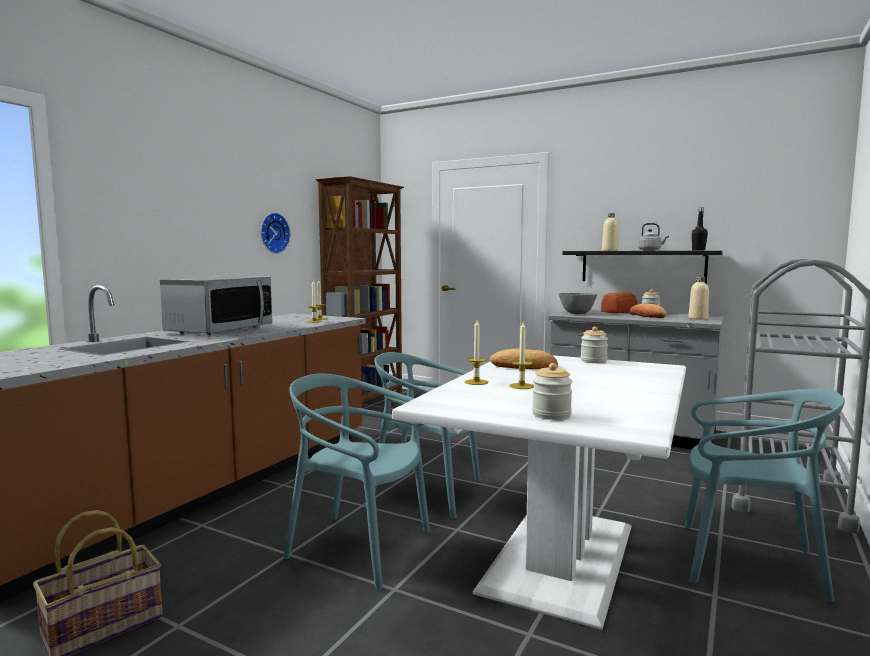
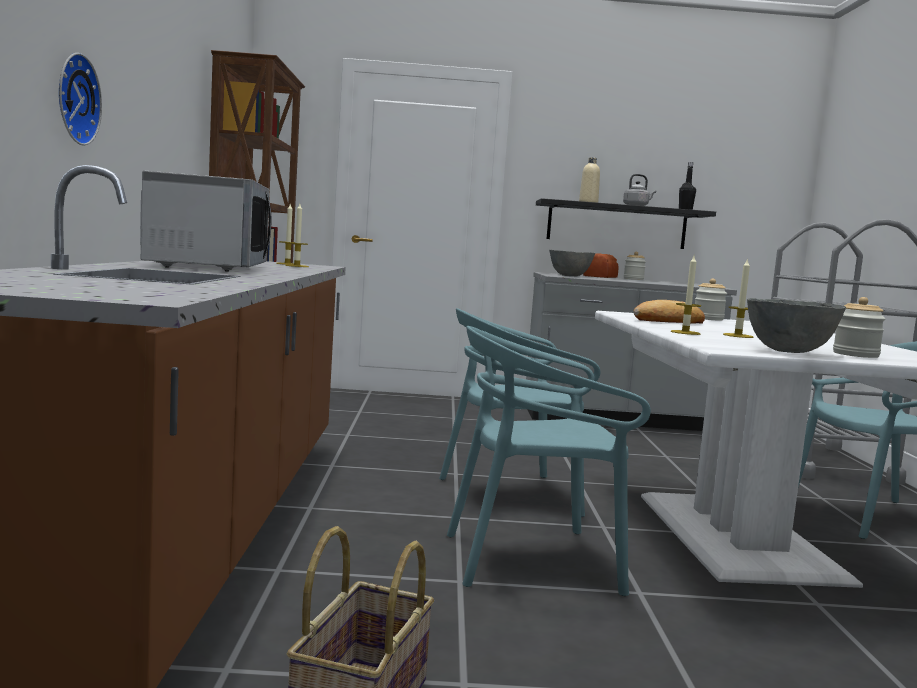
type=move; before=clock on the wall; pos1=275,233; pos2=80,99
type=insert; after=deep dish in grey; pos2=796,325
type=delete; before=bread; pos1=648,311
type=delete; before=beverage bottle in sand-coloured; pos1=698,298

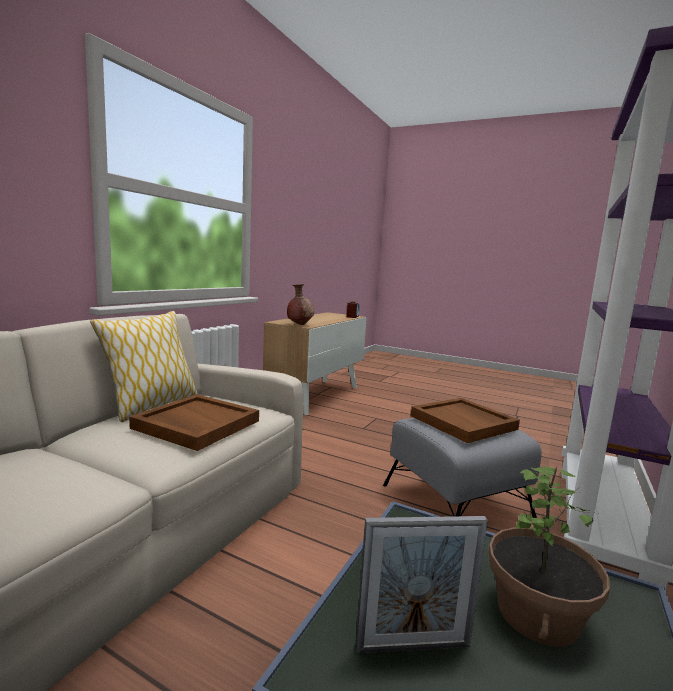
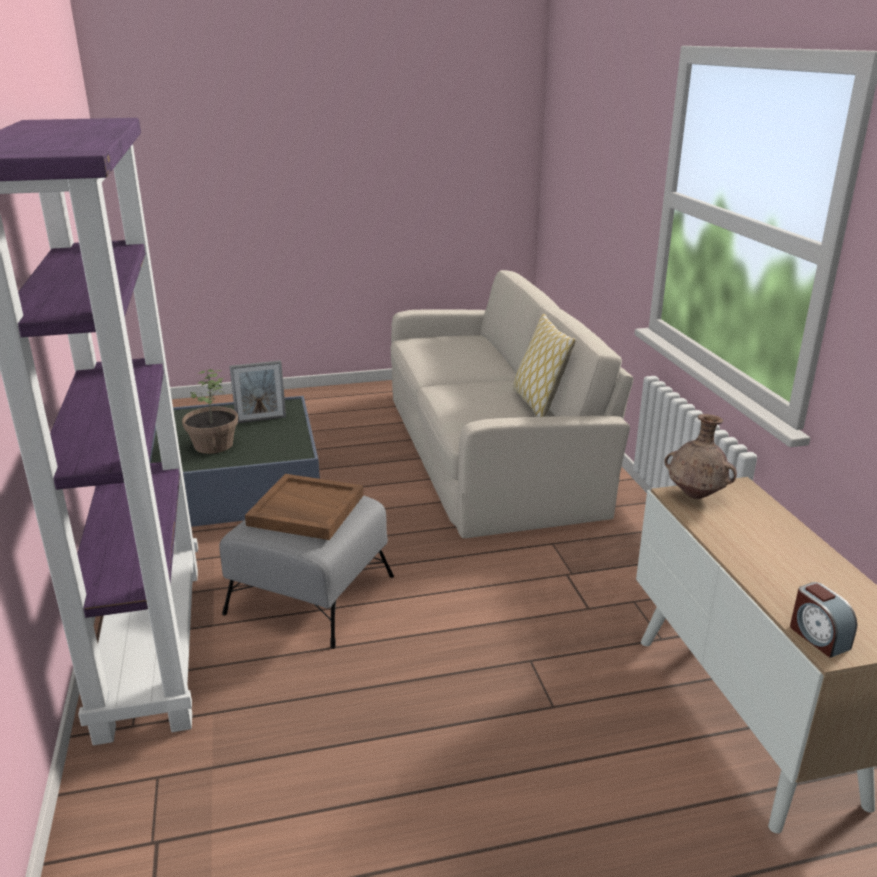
type=rotate; before=standing frame; pos1=421,584; pos2=257,391; turn=-150
type=delete; before=tray in brownish; pos1=194,422

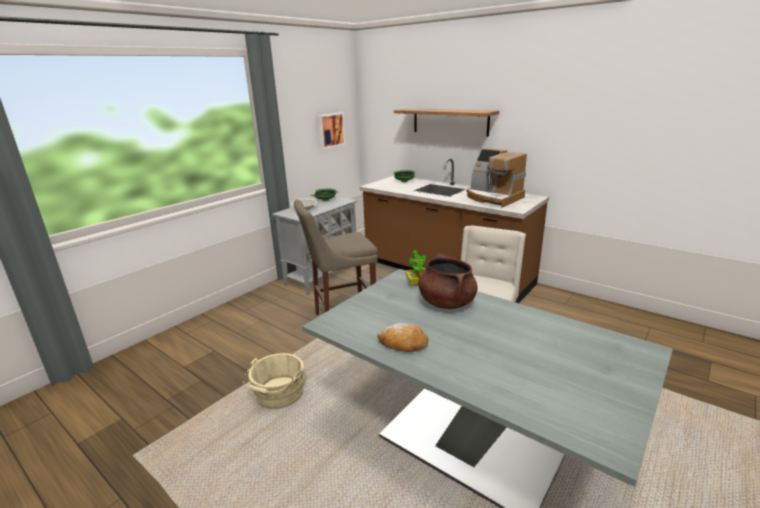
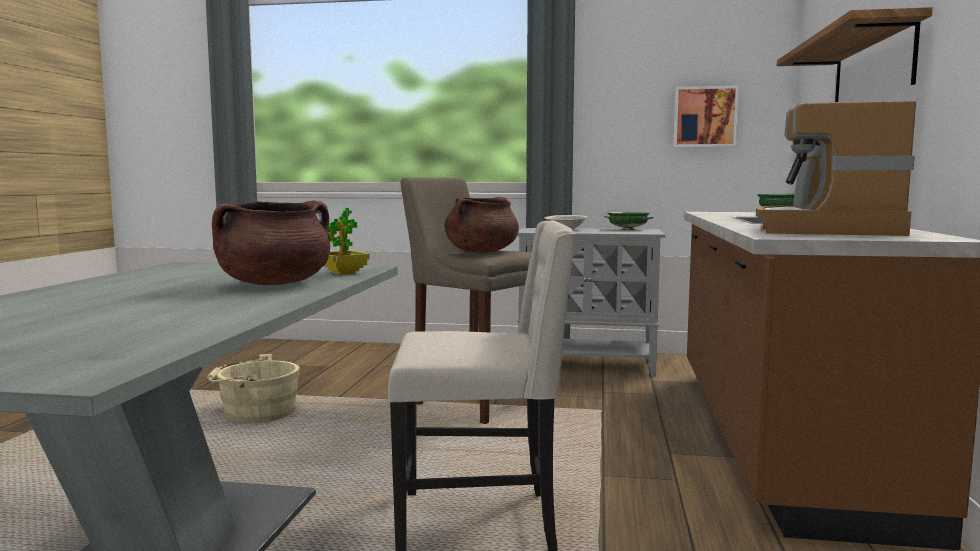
type=insert; after=stockpot in brownish; pos2=482,225
type=delete; before=bread; pos1=402,337

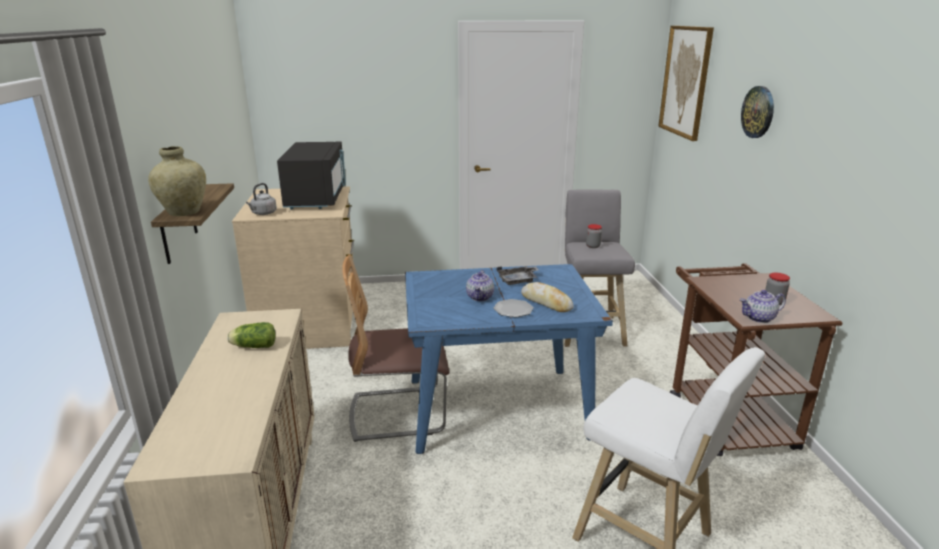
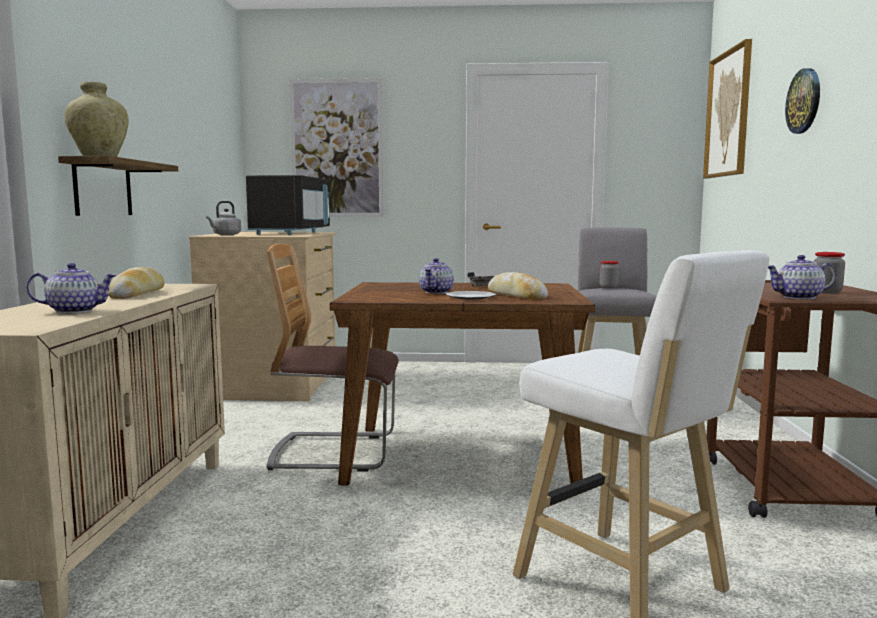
type=insert; after=tea pot; pos2=71,288
type=replace; before=lettuce head; after=bread; pos1=251,335; pos2=136,283
type=insert; after=wall picture; pos2=336,147
type=recolor; before=dinner table in blue; after=dinner table in brownish; pos1=509,359; pos2=462,384

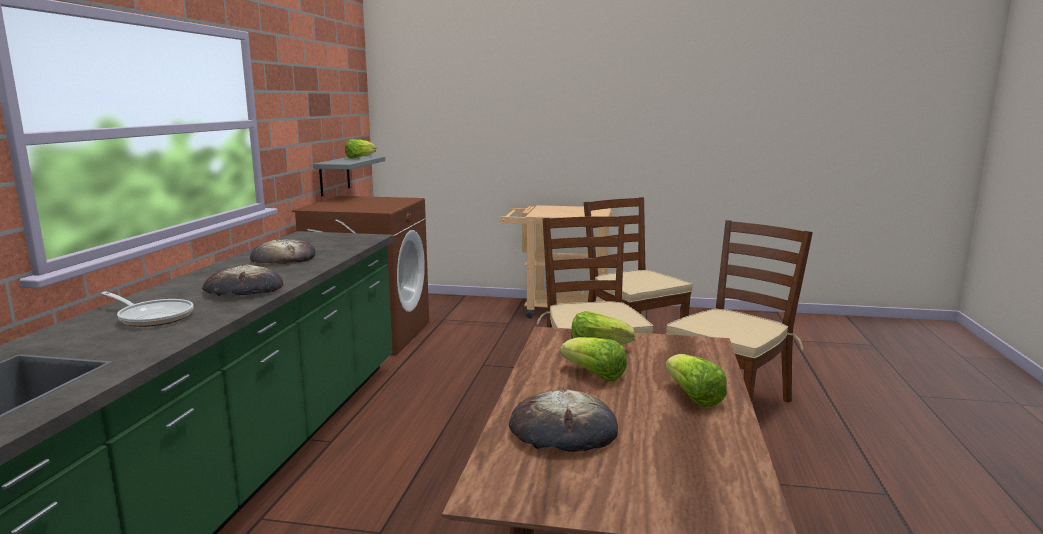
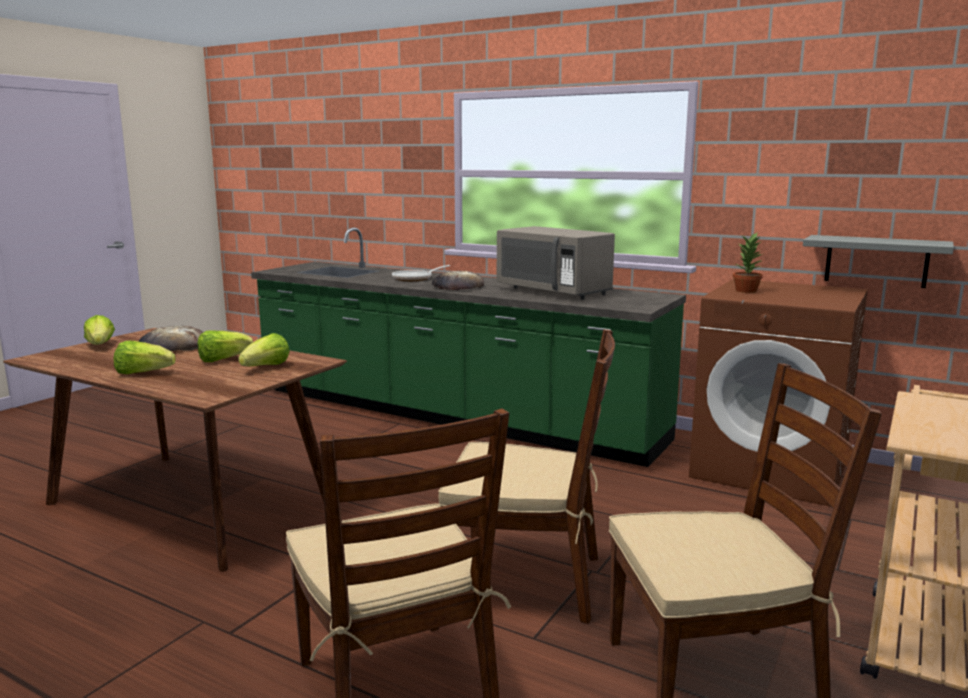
type=move; before=lettuce head; pos1=360,148; pos2=99,330
type=replace; before=bread; after=kitchen microwave in grey; pos1=283,251; pos2=556,262
type=insert; after=houseplant; pos2=748,263

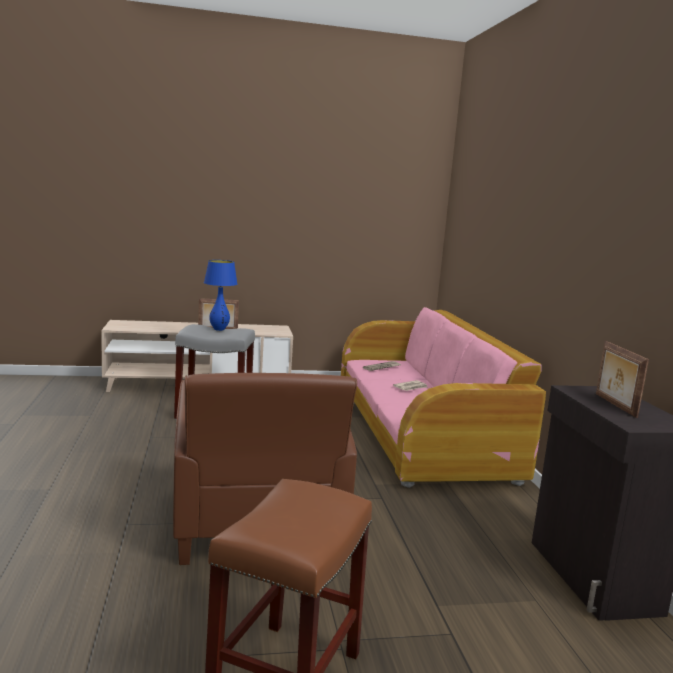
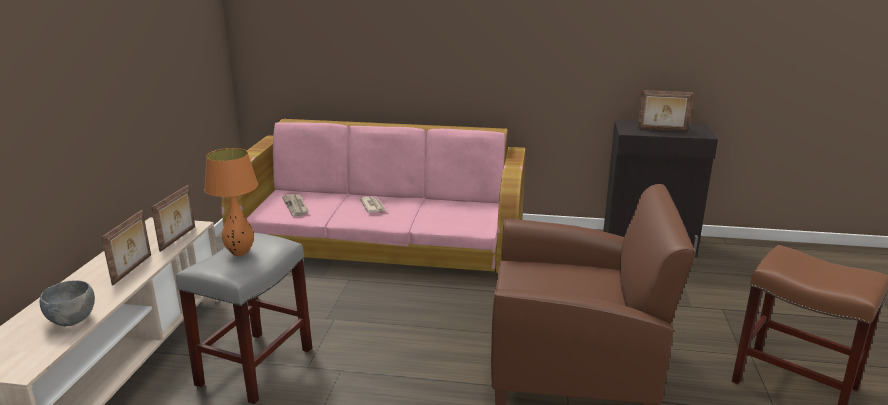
type=insert; after=deep dish in grey; pos2=67,303
type=insert; after=standing frame; pos2=173,218
type=recolor; before=tabletop lamp in blue; after=tabletop lamp in orangey; pos1=220,295; pos2=231,202

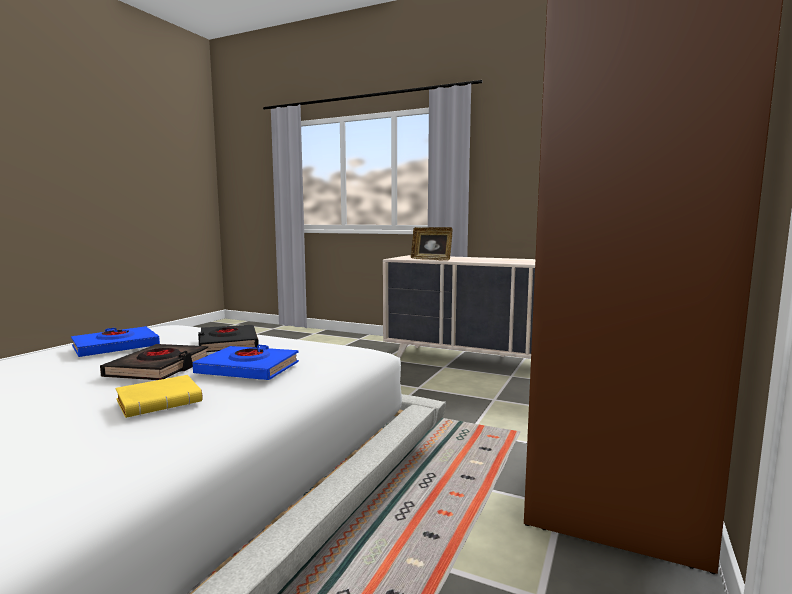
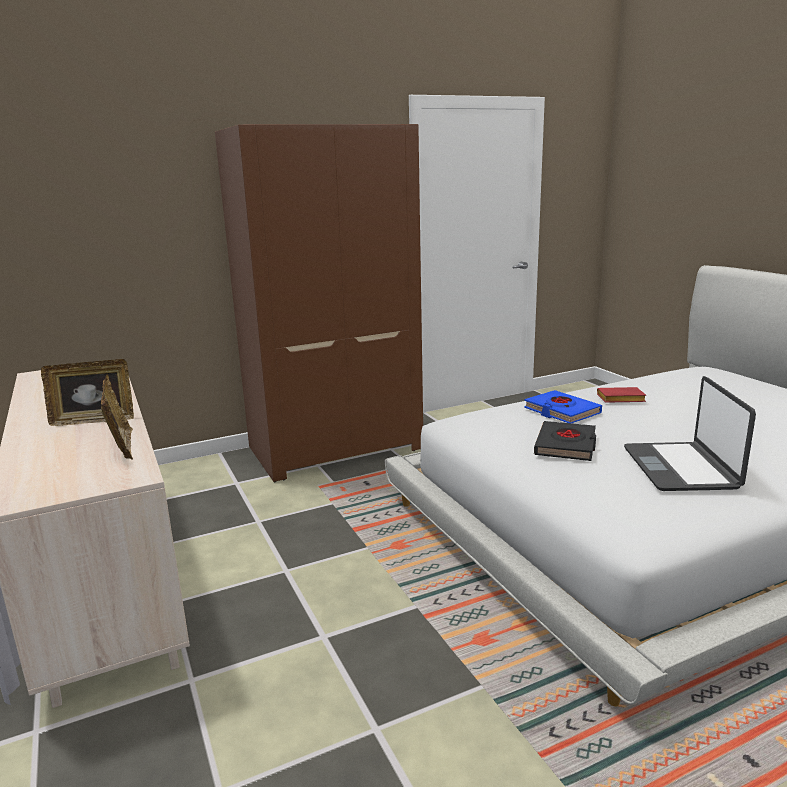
type=insert; after=standing frame; pos2=87,392
type=recolor; before=bound book in yellow; after=bound book in reddish; pos1=158,396; pos2=621,395
type=replace; before=bound book in blue; after=notebook computer; pos1=115,341; pos2=690,433
type=delete; before=bound book in black-coloured; pos1=154,362

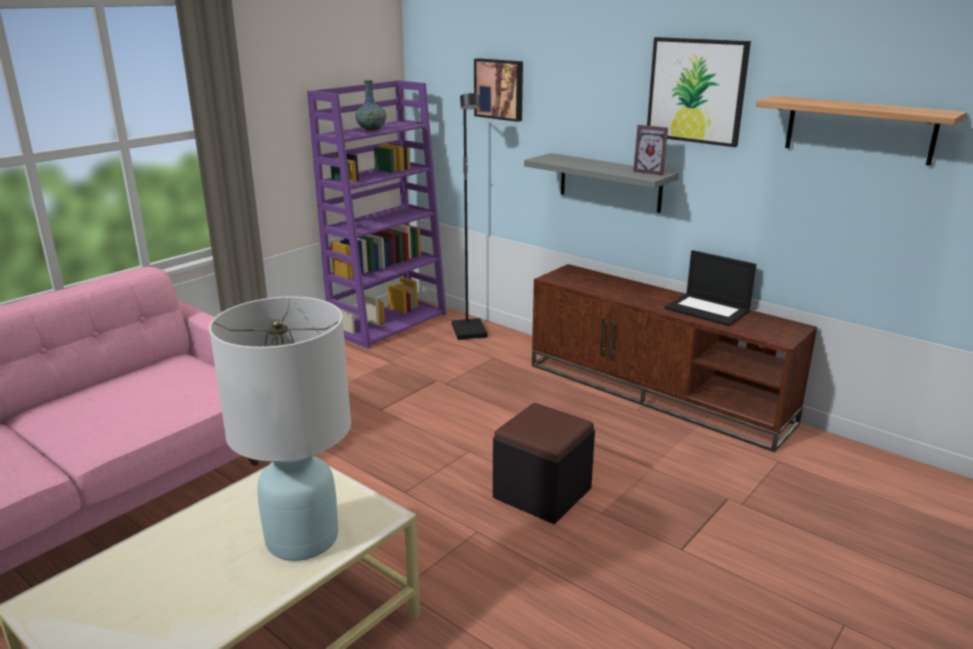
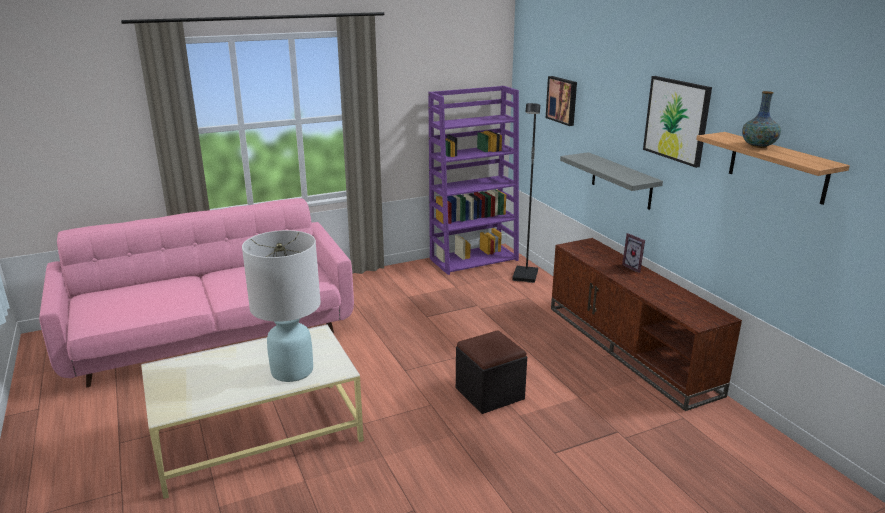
type=move; before=standing frame; pos1=650,150; pos2=633,253
type=move; before=flower vase; pos1=371,105; pos2=761,119
type=delete; before=notebook computer; pos1=710,288

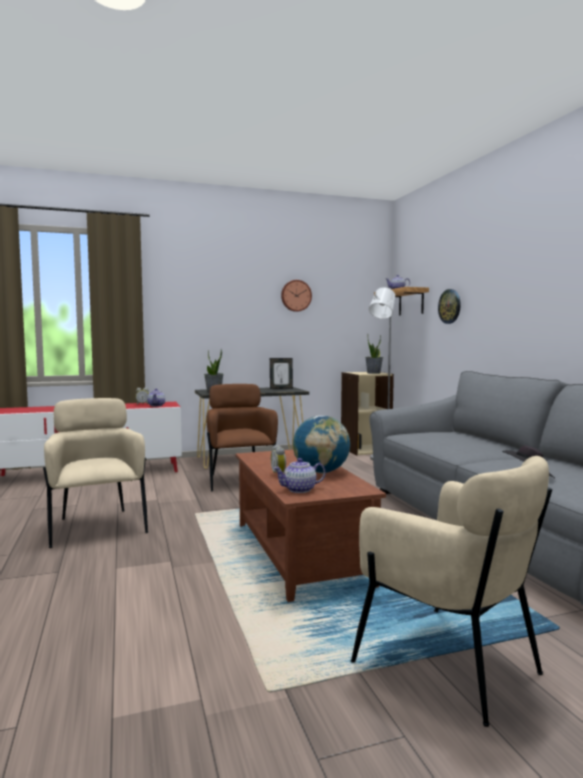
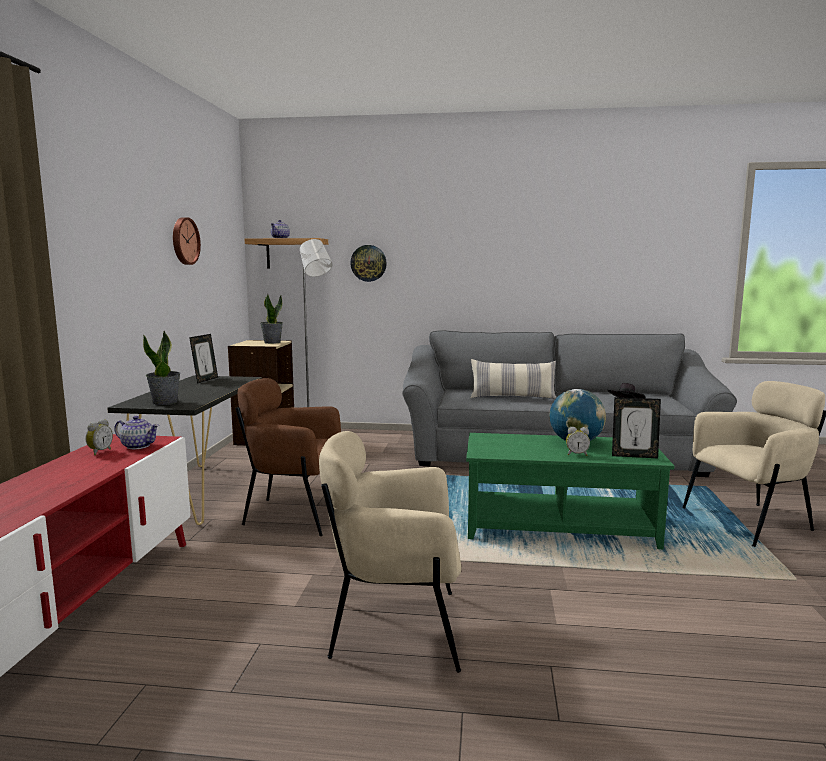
type=recolor; before=low table in brownish; after=low table in green; pos1=311,526; pos2=570,491
type=insert; after=cushion; pos2=513,379
type=replace; before=tea pot; after=standing frame; pos1=299,475; pos2=636,427

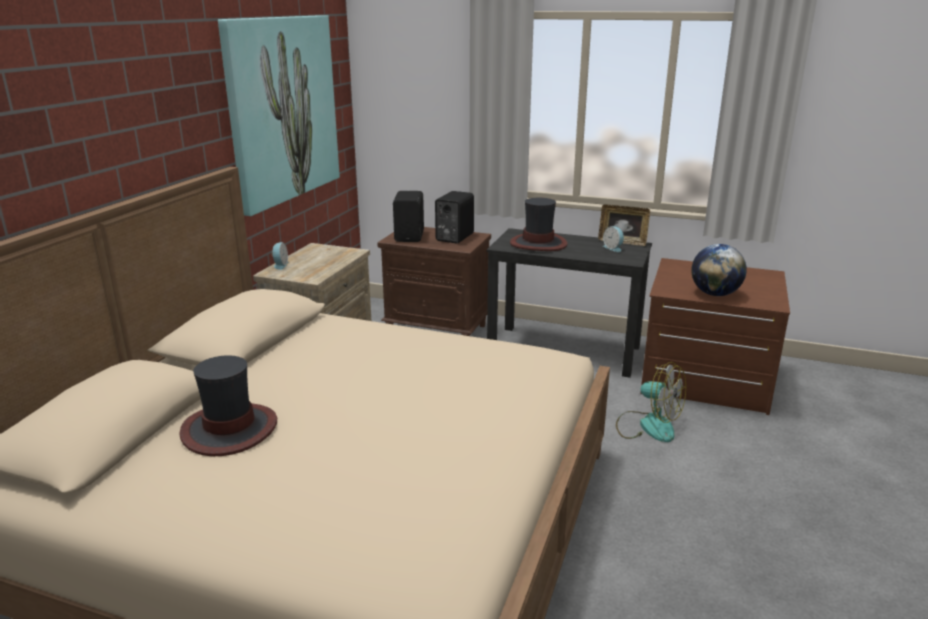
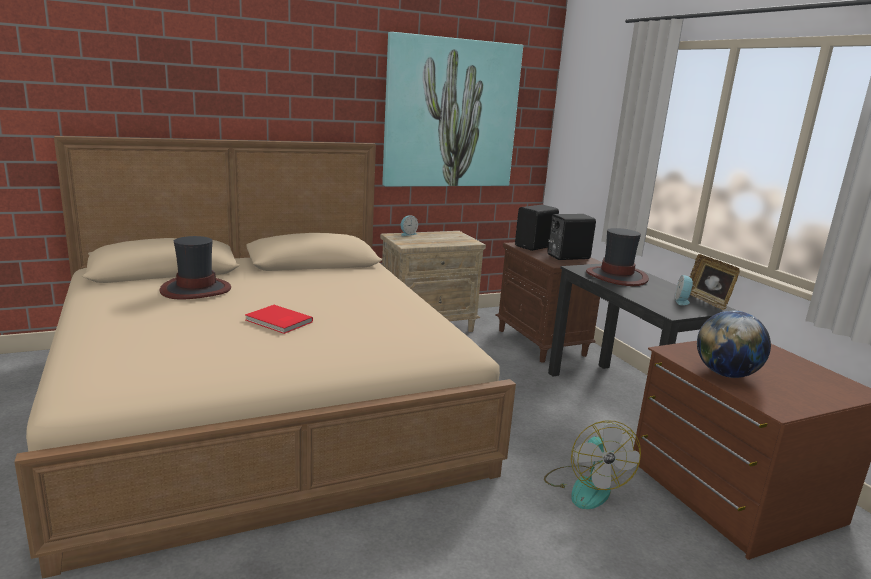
type=insert; after=bound book in reddish; pos2=279,319

